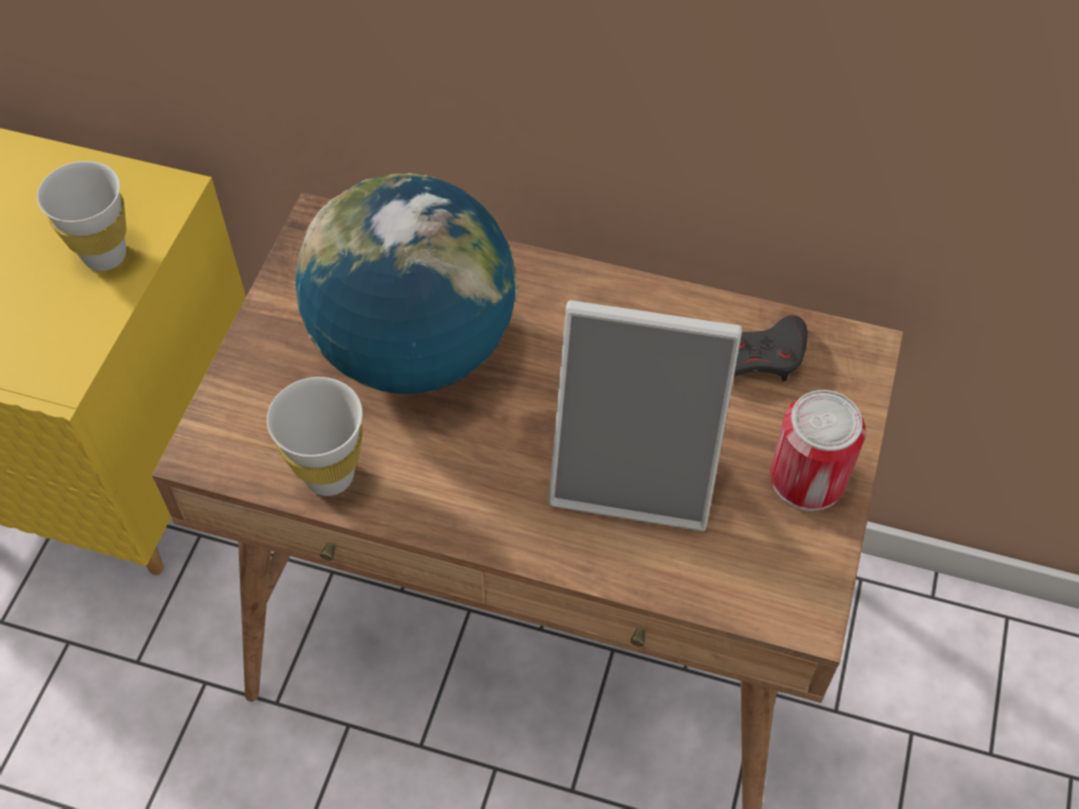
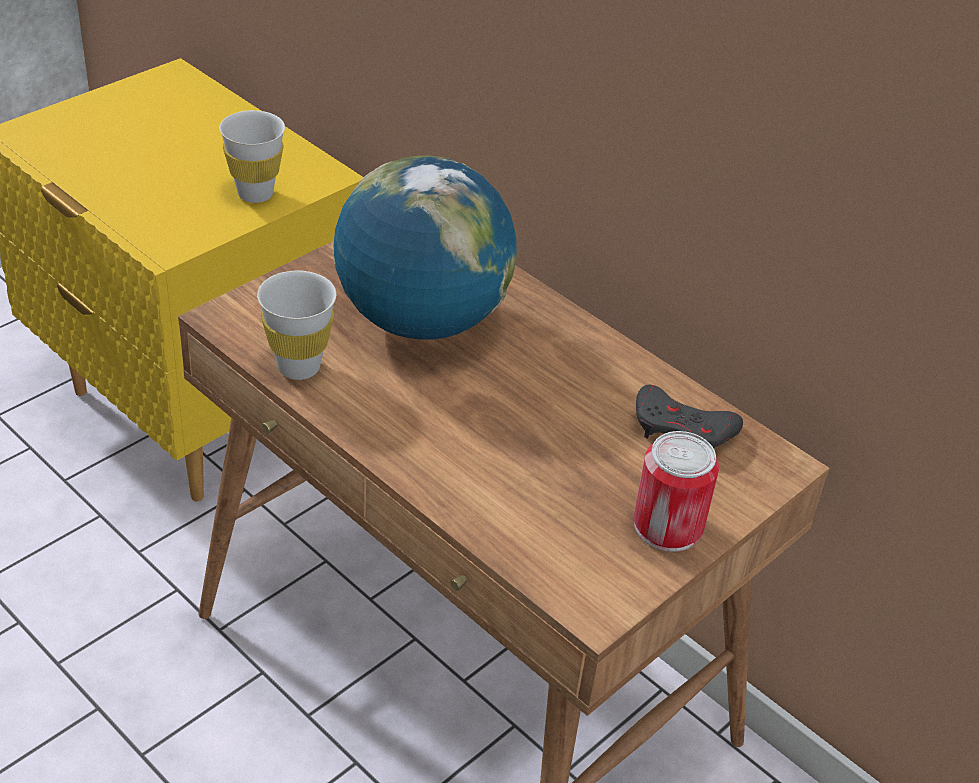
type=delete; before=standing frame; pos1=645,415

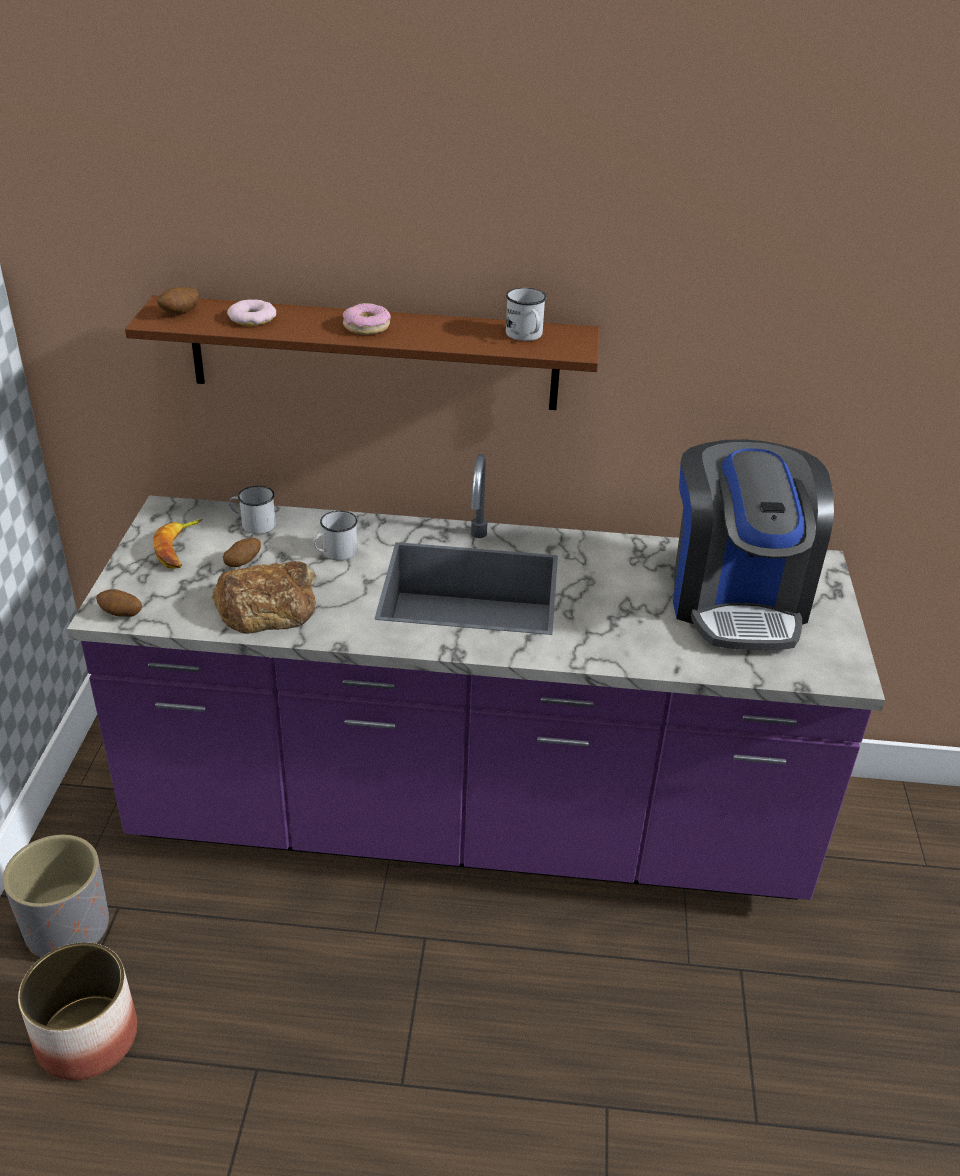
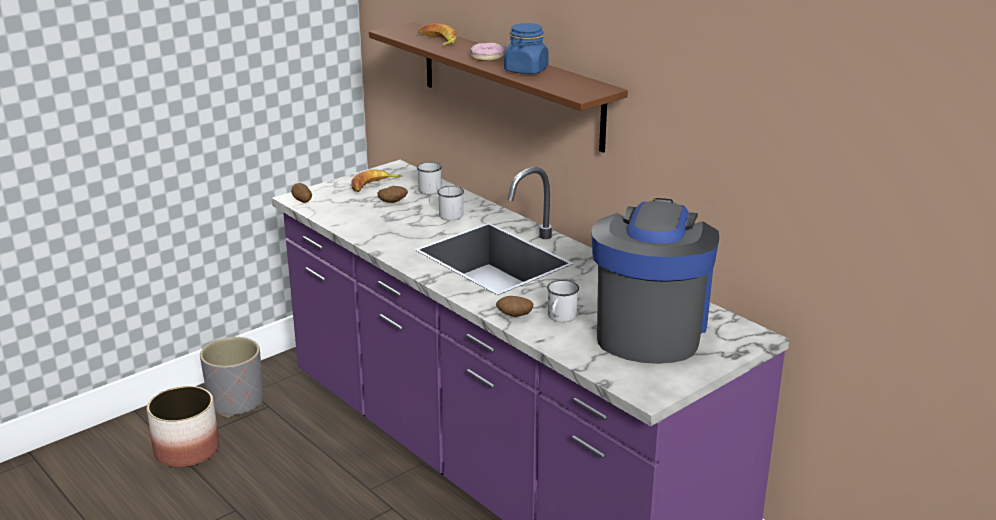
type=replace; before=donut; after=whole banana; pos1=251,313; pos2=437,34
type=move; before=whole potato; pos1=178,300; pos2=514,306
type=insert; after=jar in blue; pos2=526,48
type=move; before=tea mug in white-coloured; pos1=526,314; pos2=563,301
type=rotate; before=coffee brewer; pos1=753,544; pos2=655,281; turn=150
type=delete; before=bread; pos1=264,597

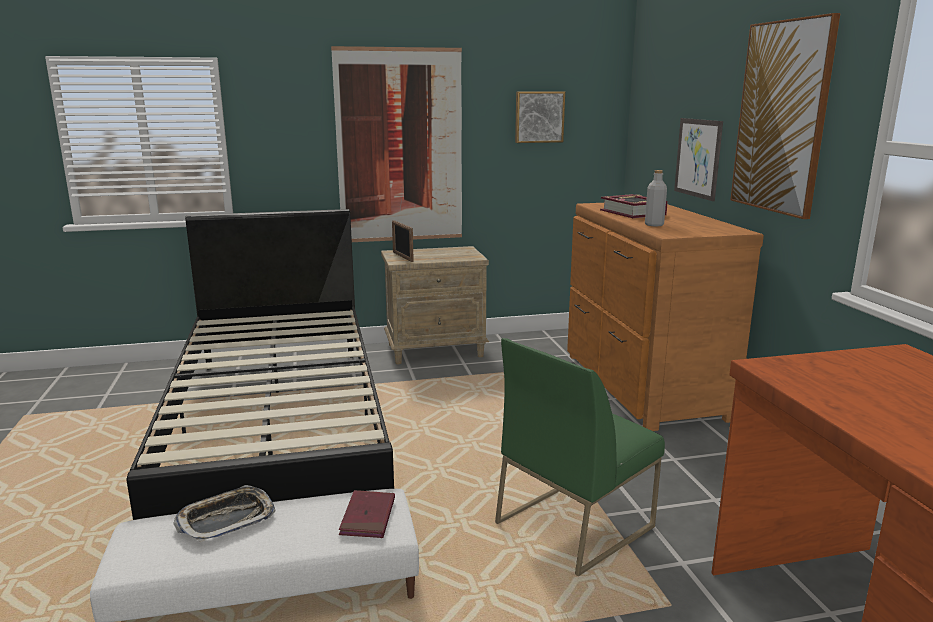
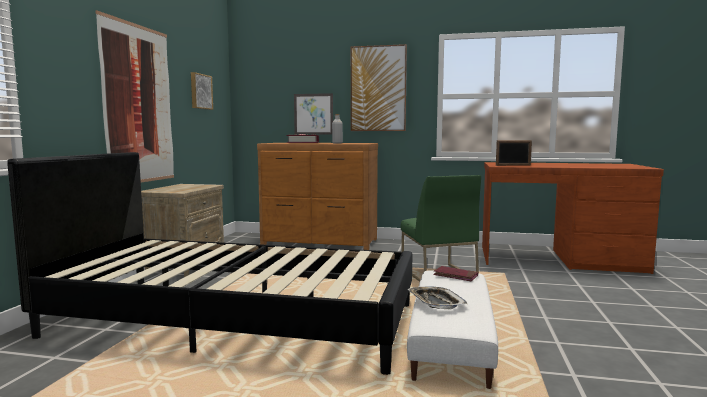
type=move; before=standing frame; pos1=403,241; pos2=514,153

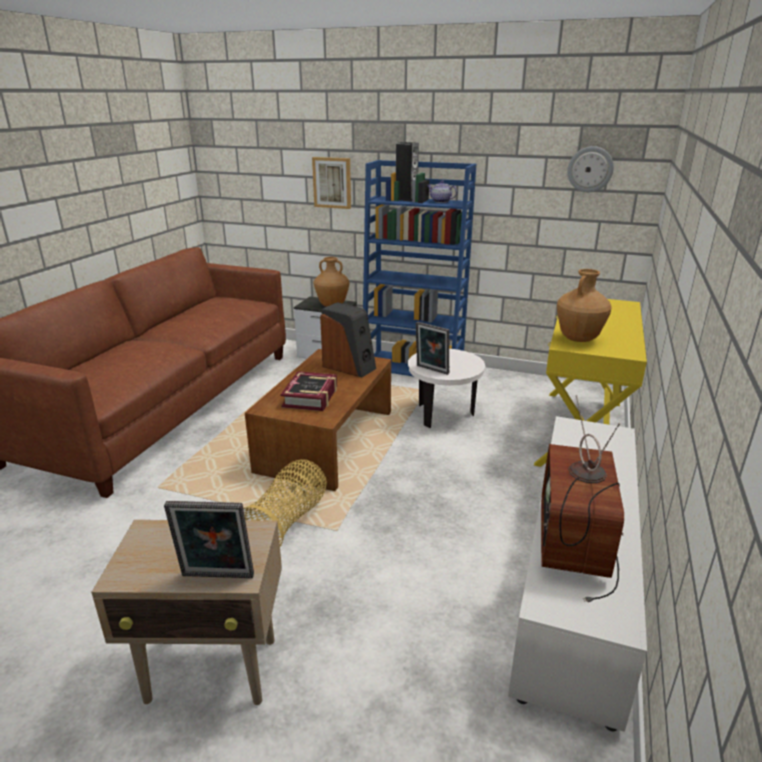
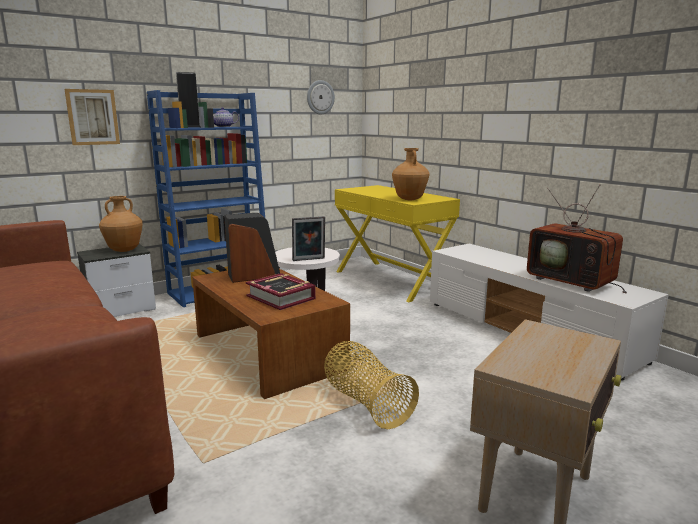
type=delete; before=standing frame; pos1=209,539

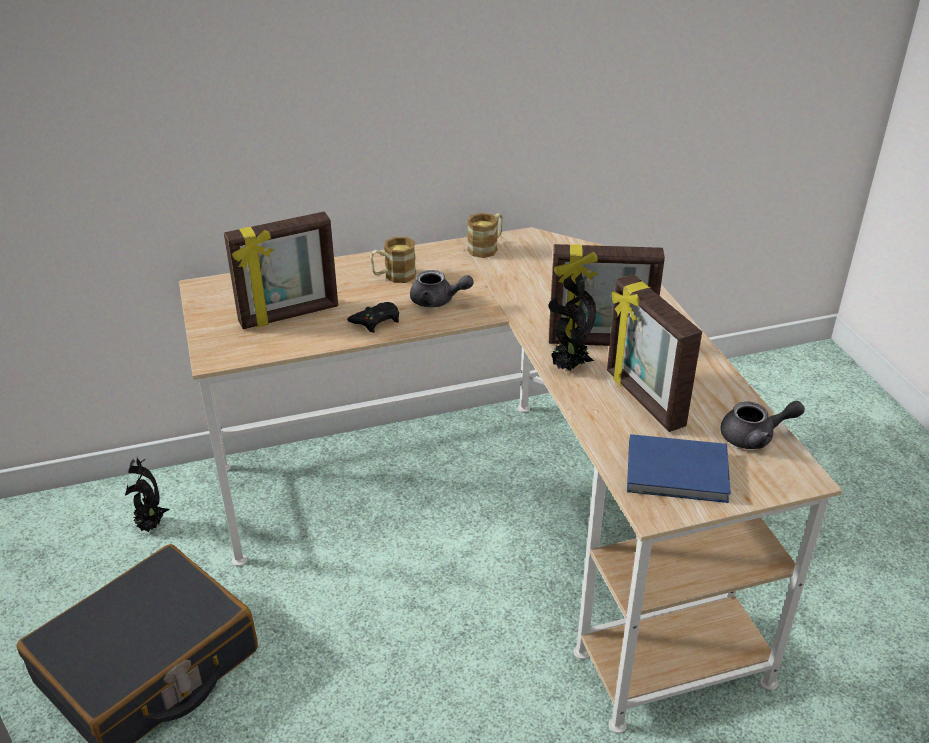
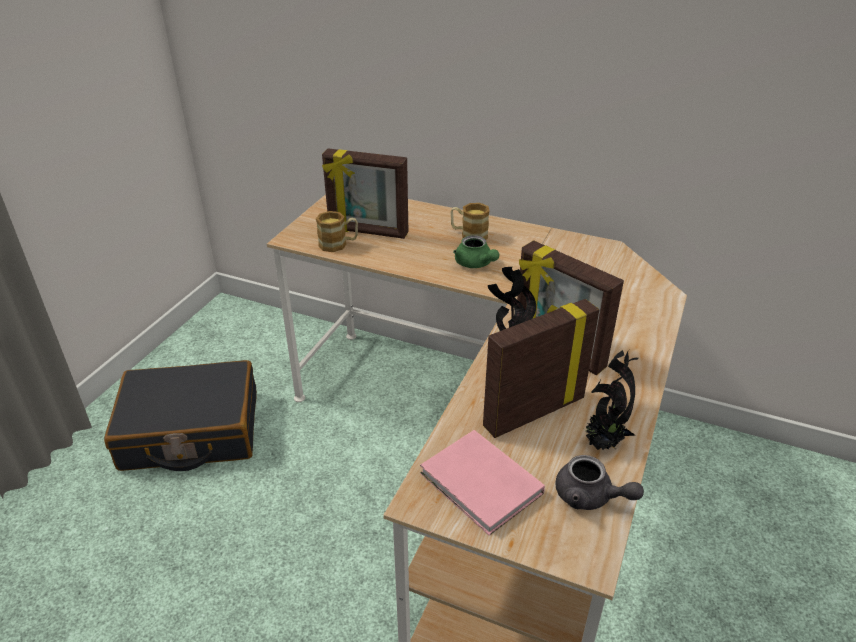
type=move; before=tea mug; pos1=485,235; pos2=337,231
type=recolor; before=bound book in blue; after=bound book in pink; pos1=679,468; pos2=482,483
type=recolor; before=tea pot in grey; after=tea pot in green; pos1=442,288; pos2=476,251
type=rotate; before=standing frame; pos1=654,353; pos2=541,368; turn=45
type=move; before=houseplant; pos1=147,495; pos2=611,400
type=delete; before=gamepad in black-coloured; pos1=373,317

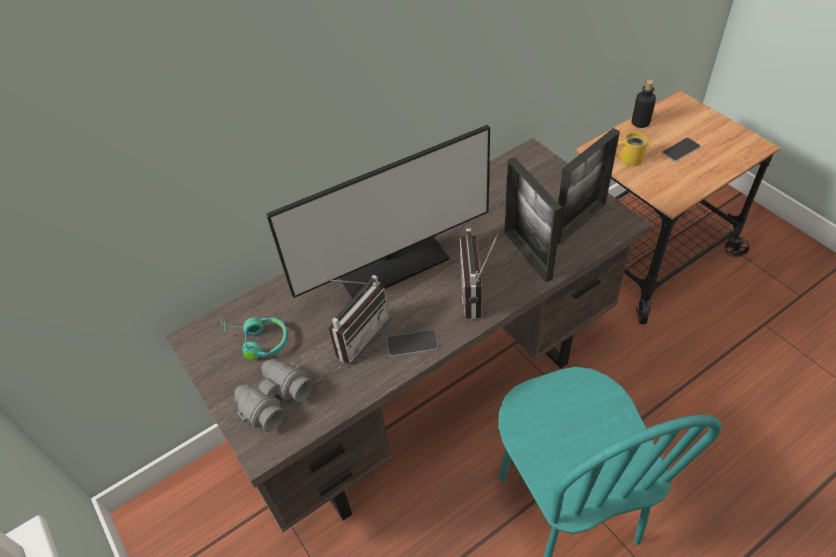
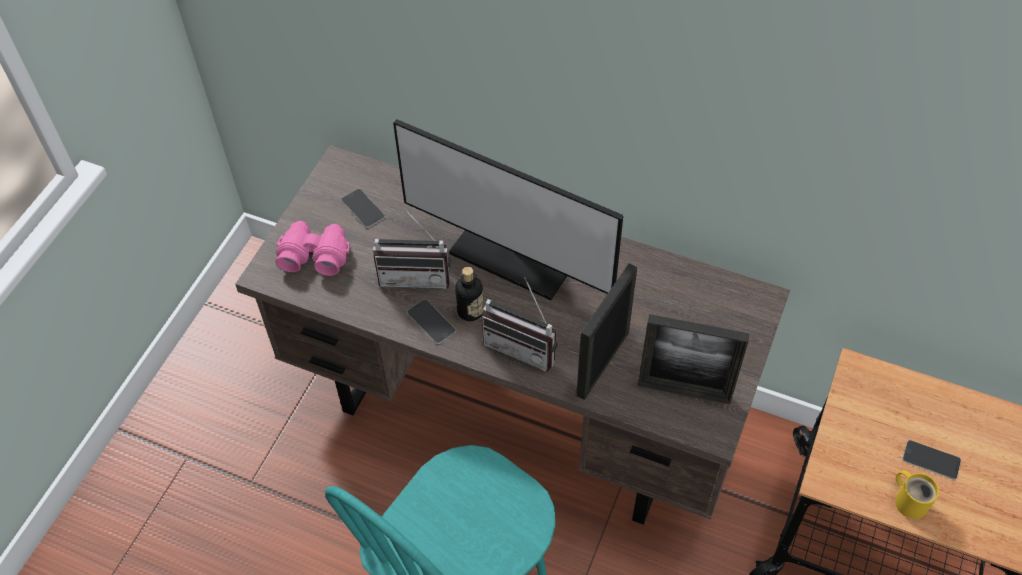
type=recolor; before=binoculars in grey; after=binoculars in pink; pos1=273,395; pos2=313,248
type=replace; before=headphones in blue-green; after=telephone; pos1=254,338; pos2=363,208
type=move; before=beverage bottle; pos1=644,104; pos2=469,294
type=rotate; before=radio receiver; pos1=479,274; pos2=519,324; turn=-120
type=move; before=tea mug in yellow; pos1=631,149; pos2=917,494

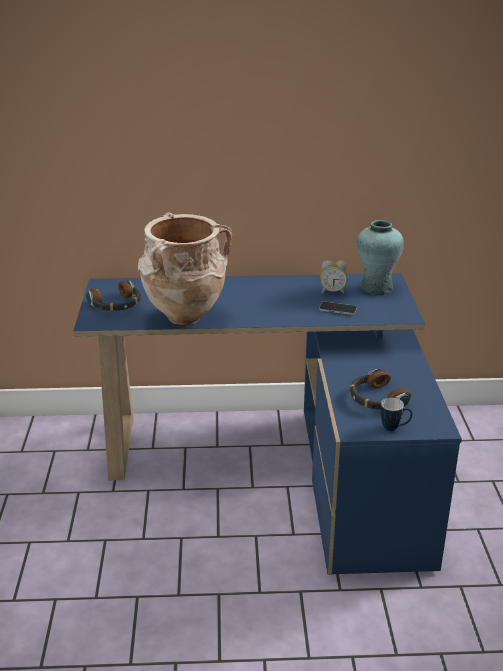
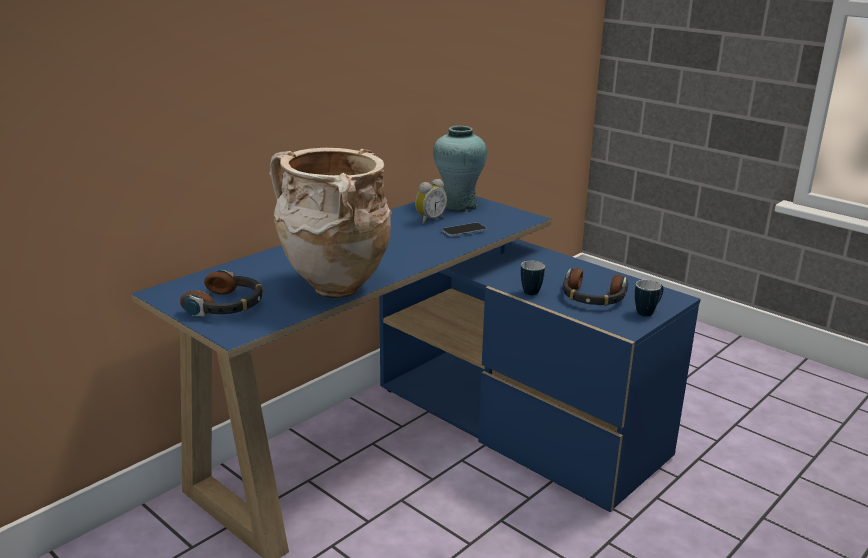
type=insert; after=tea mug; pos2=533,277

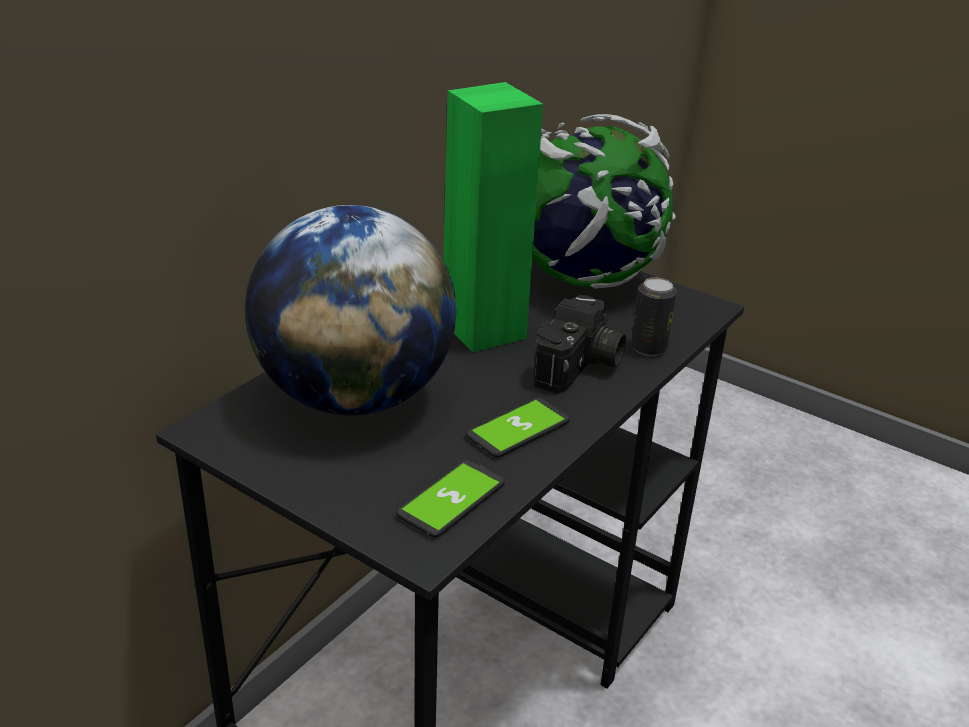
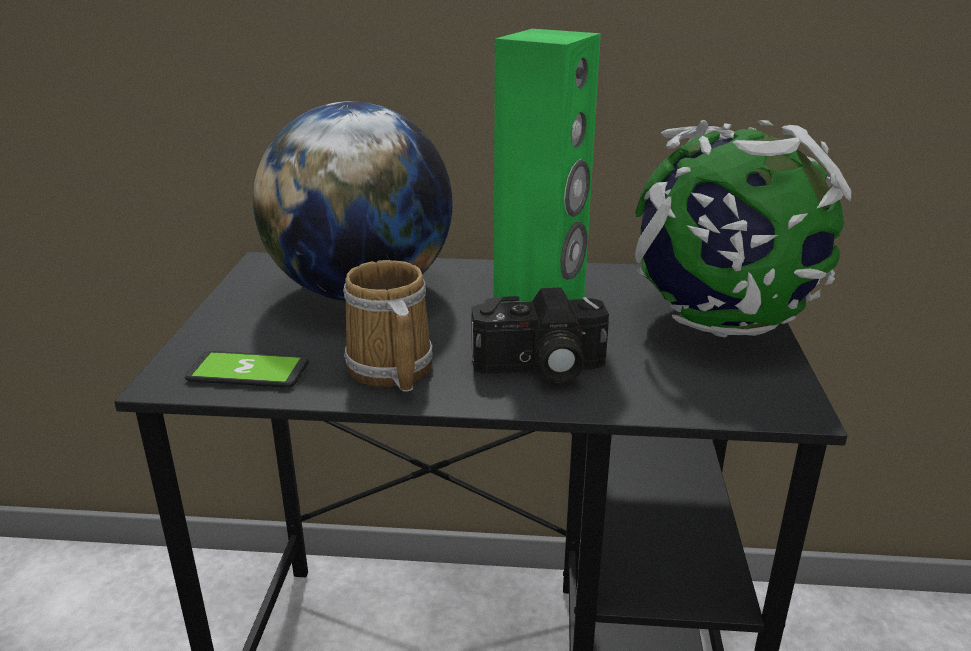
type=replace; before=telephone; after=tea mug; pos1=518,428; pos2=388,325
type=delete; before=metal can; pos1=654,317

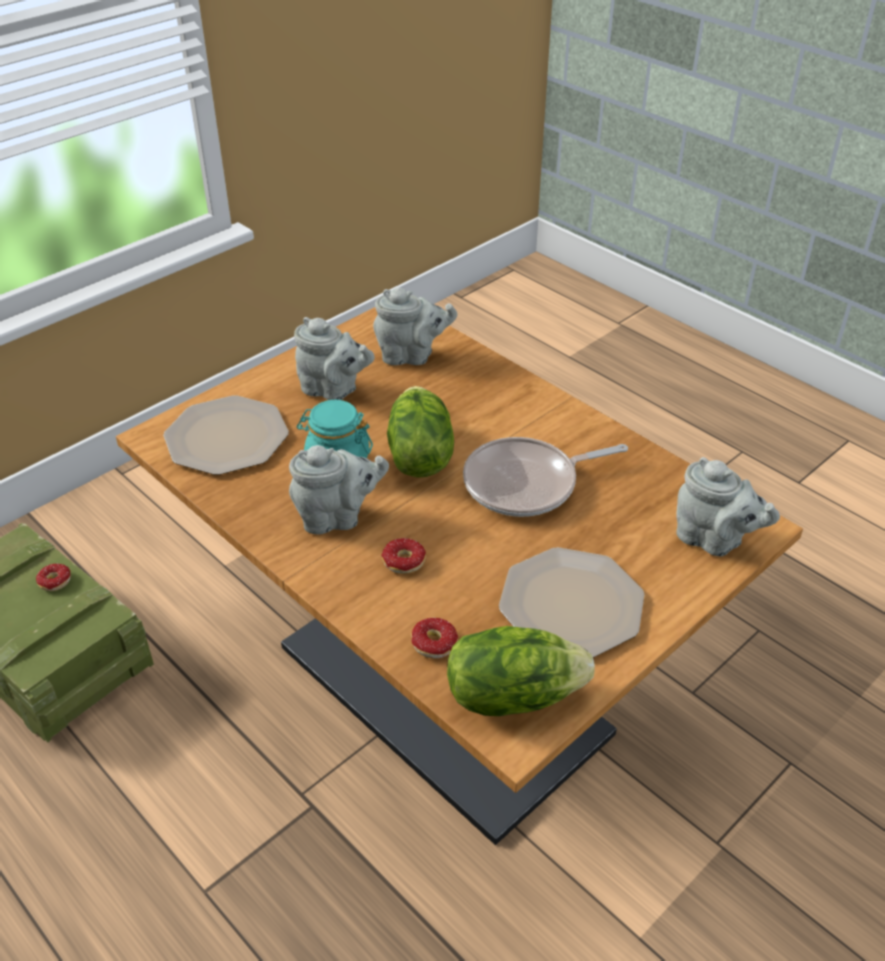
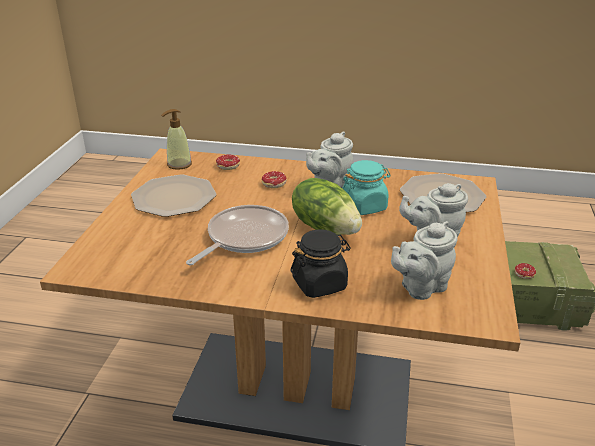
type=replace; before=lettuce head; after=soap dispenser; pos1=521,671; pos2=176,139
type=insert; after=jar in black-coloured; pos2=321,263
type=delete; before=tea pot in grey; pos1=728,507

